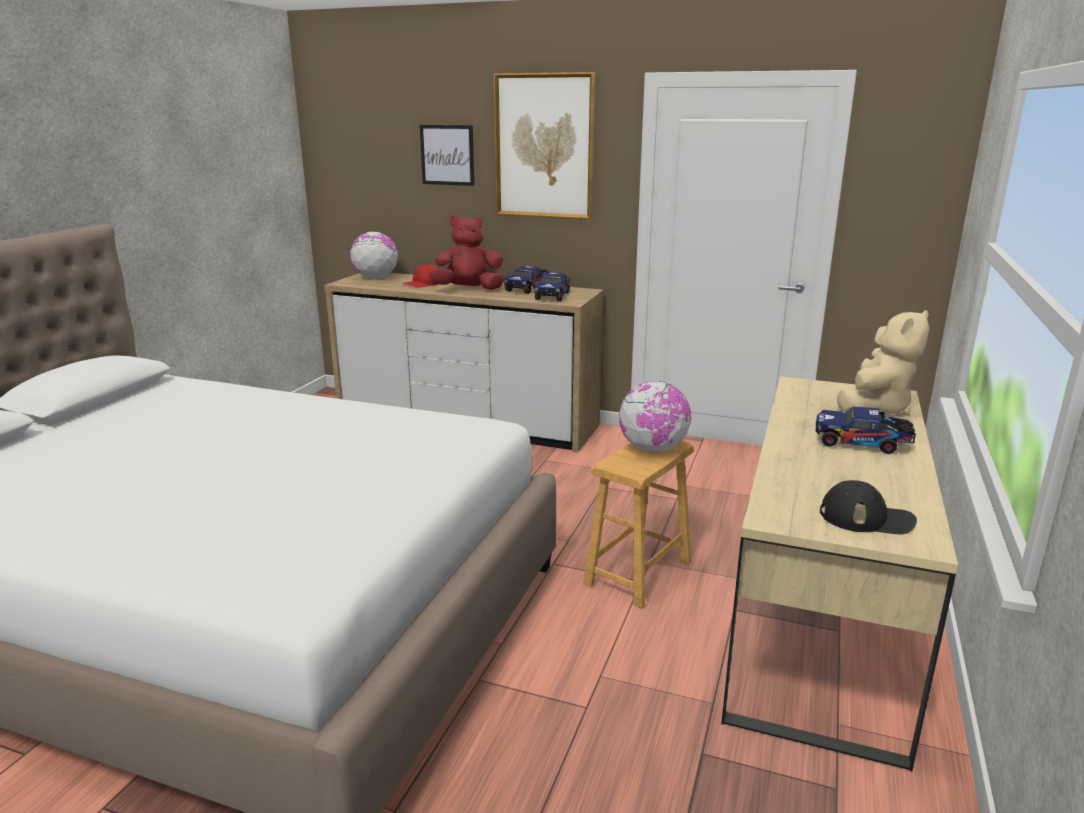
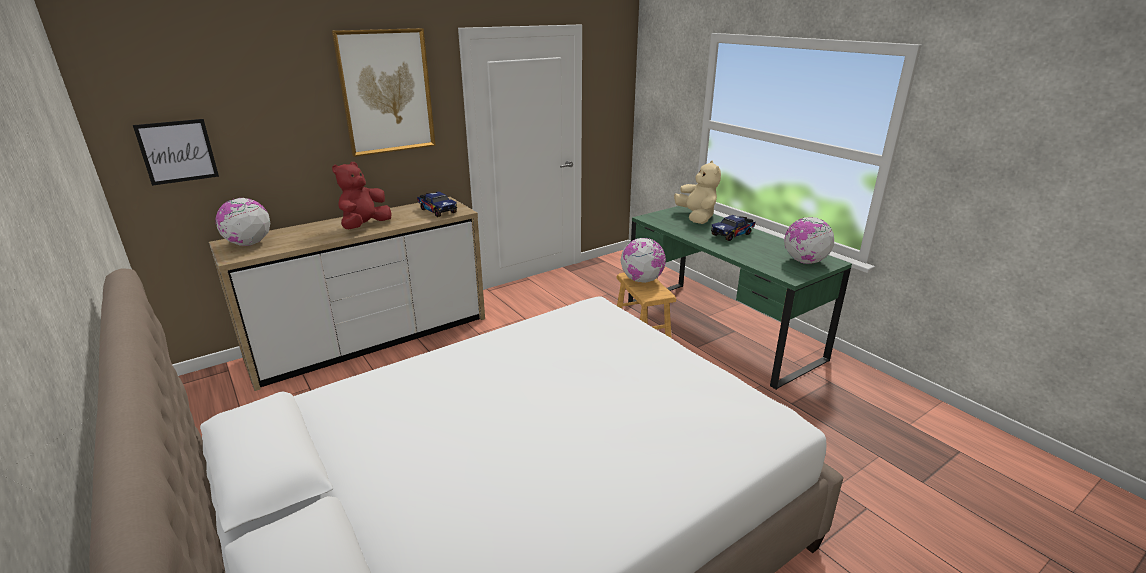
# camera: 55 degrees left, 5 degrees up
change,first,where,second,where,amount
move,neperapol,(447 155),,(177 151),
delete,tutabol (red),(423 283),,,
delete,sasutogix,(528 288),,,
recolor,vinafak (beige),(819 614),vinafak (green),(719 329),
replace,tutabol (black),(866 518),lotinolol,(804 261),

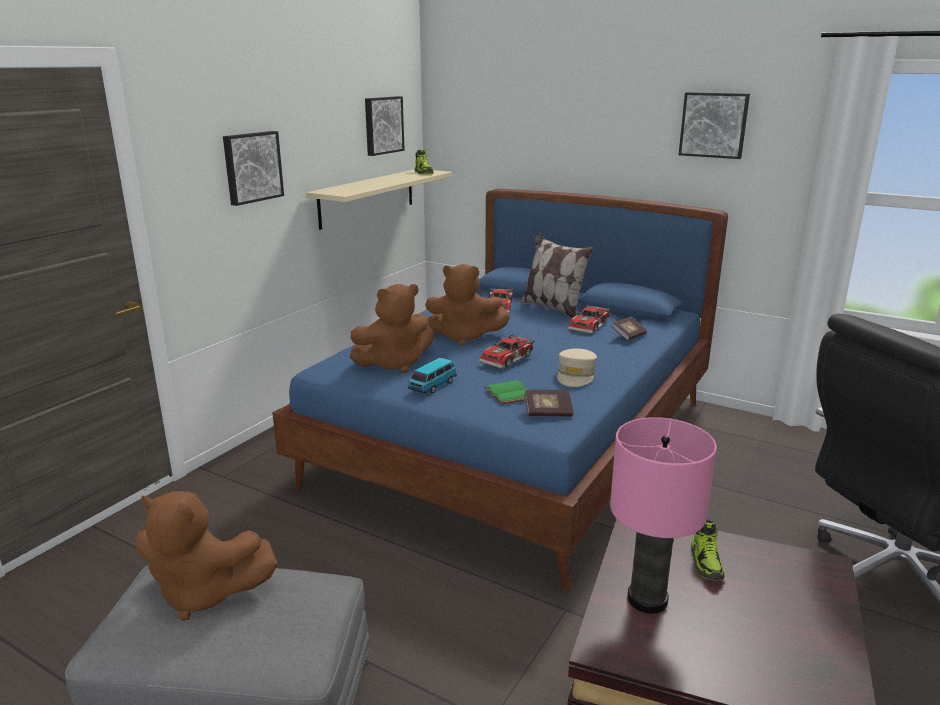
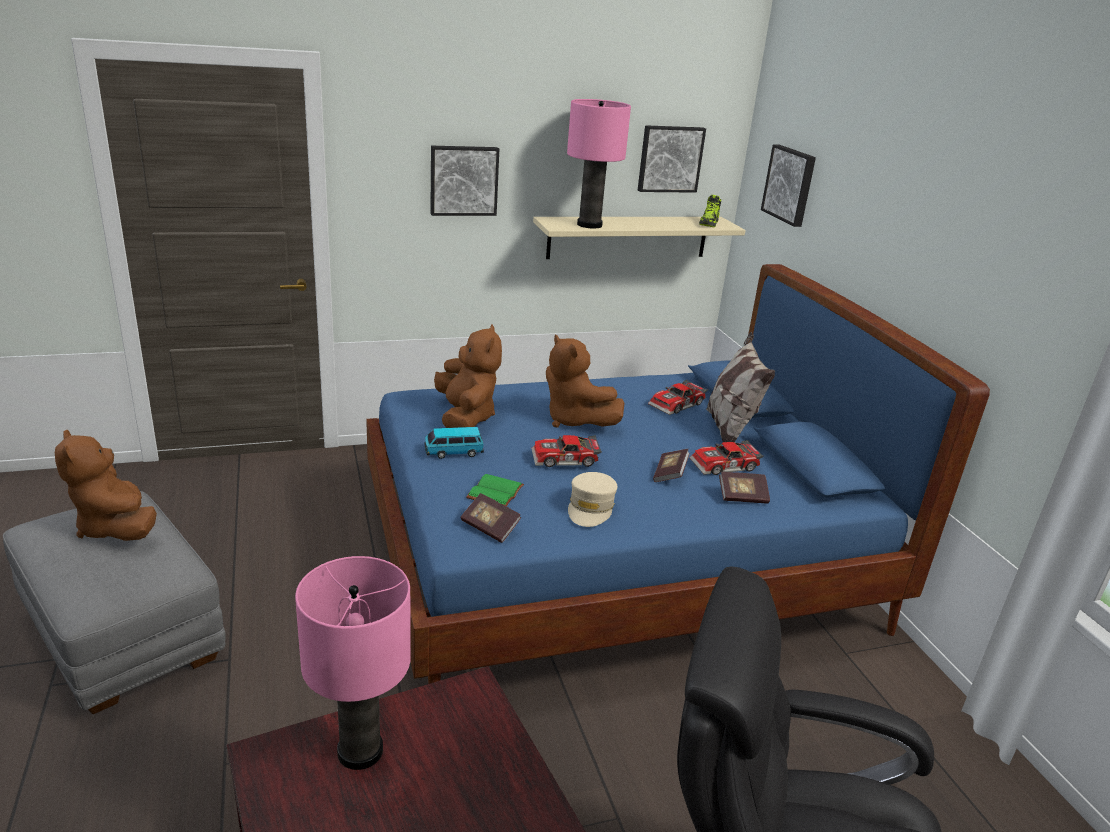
# camera: 40 degrees right, 5 degrees up
change,first,where,second,where,amount
move,neperapol,(714 125),,(790 185),
rotate,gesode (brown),(394 364),,(465 417),120 degrees counterclockwise
rotate,tutabol (beige),(576 375),,(591 508),45 degrees counterclockwise
delete,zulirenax,(706 563),,,
insert,,,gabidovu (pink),(590 225),
insert,,,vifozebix,(670 474),

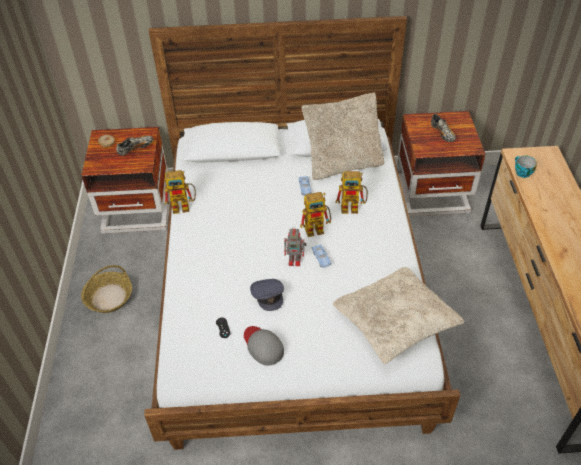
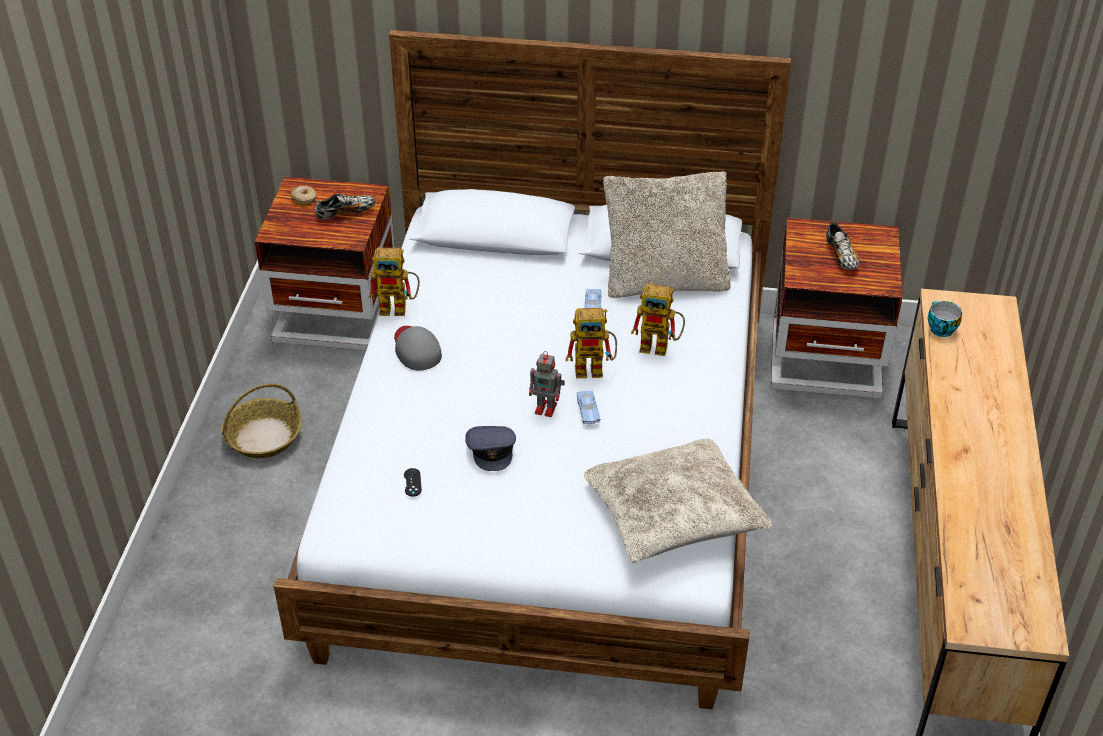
# camera: 10 degrees right, 5 degrees down
change,first,where,second,where,amount
move,tutabol (grey),(263 346),,(416 349),

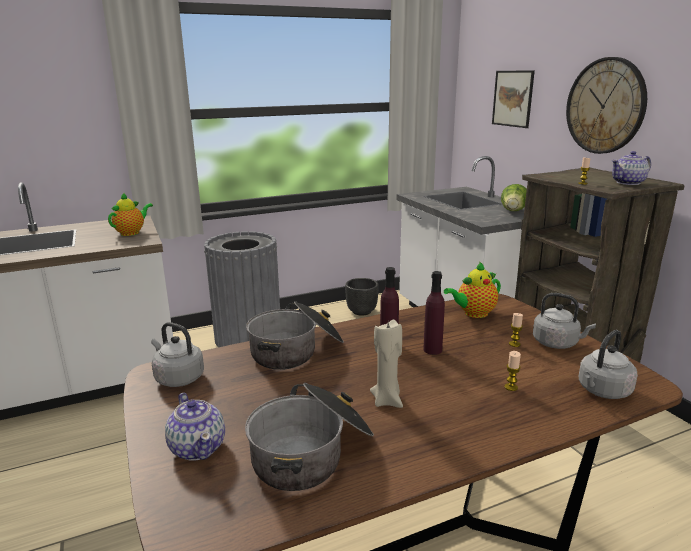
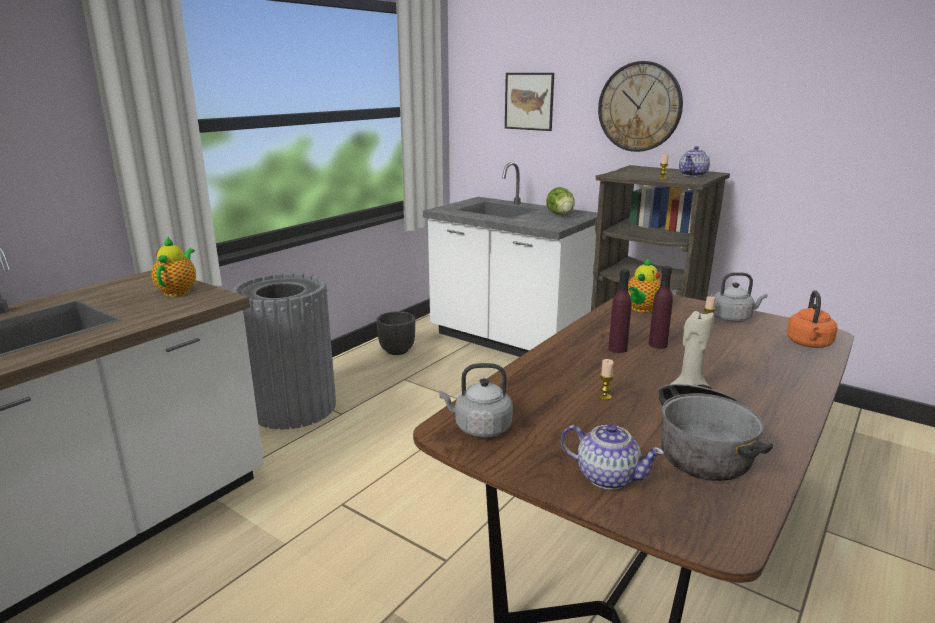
# camera: 30 degrees left, 0 degrees up
change,first,where,second,where,amount
delete,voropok,(296 351),,,
recolor,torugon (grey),(602 391),torugon (orange),(809 344),
move,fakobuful,(511 387),,(604 397),

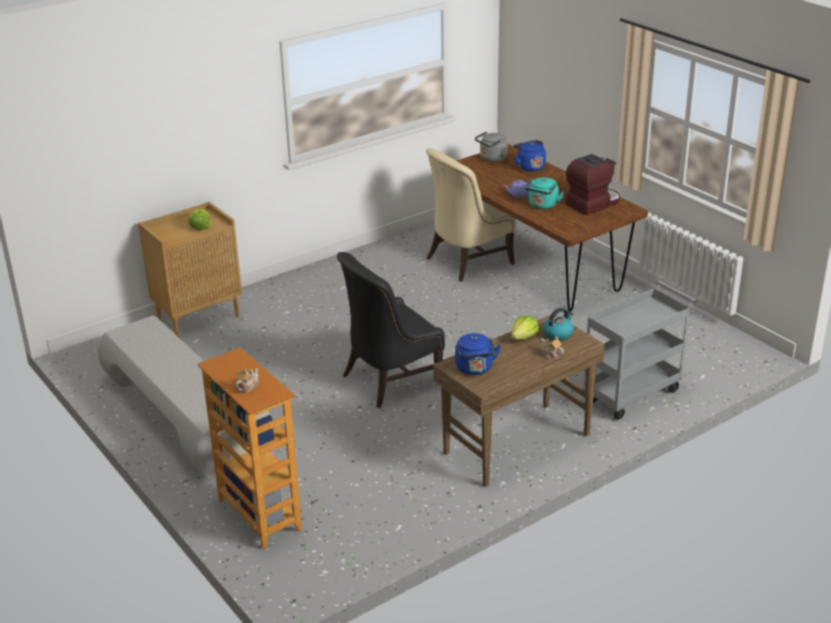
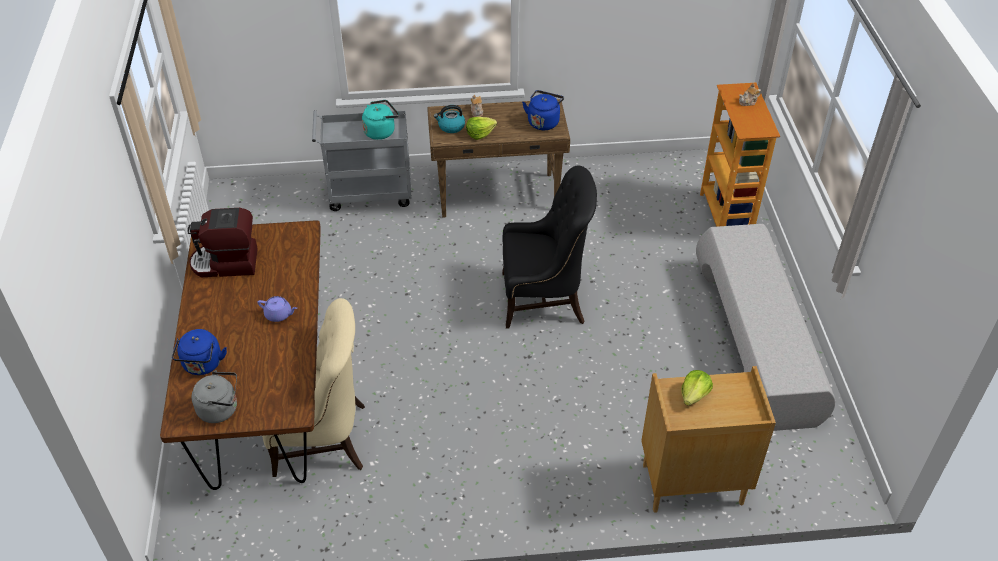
# camera: 150 degrees left, 15 degrees up
change,first,where,second,where,amount
move,torugon (turquoise),(542 206),,(381 131),

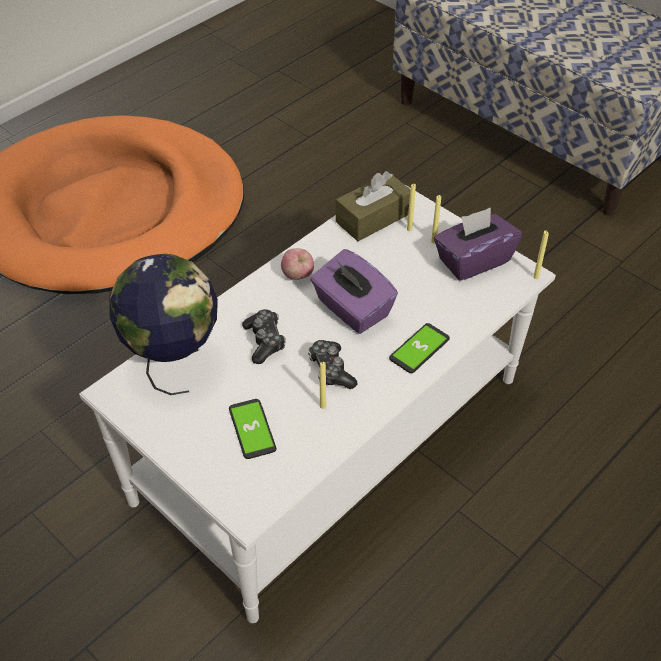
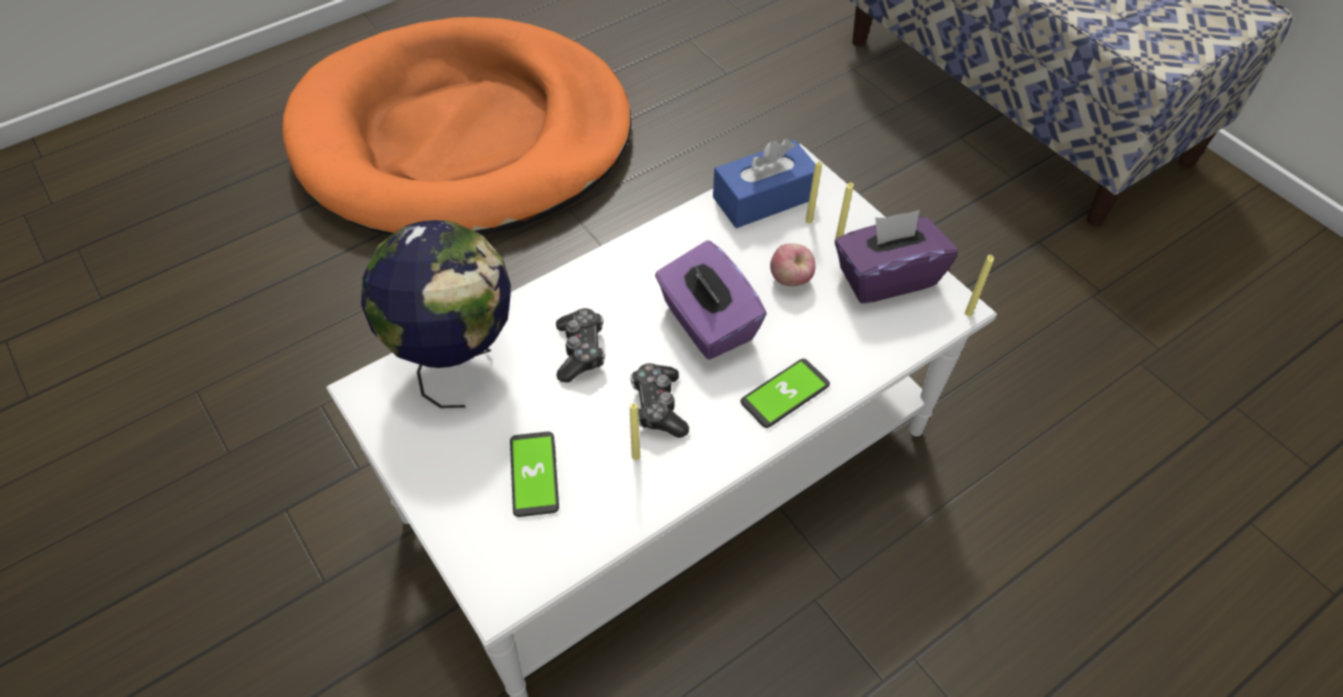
# camera: 10 degrees right, 5 degrees up
change,first,where,second,where,amount
recolor,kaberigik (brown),(373 218),kaberigik (blue),(764 198),
move,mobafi,(297 276),,(790 280),

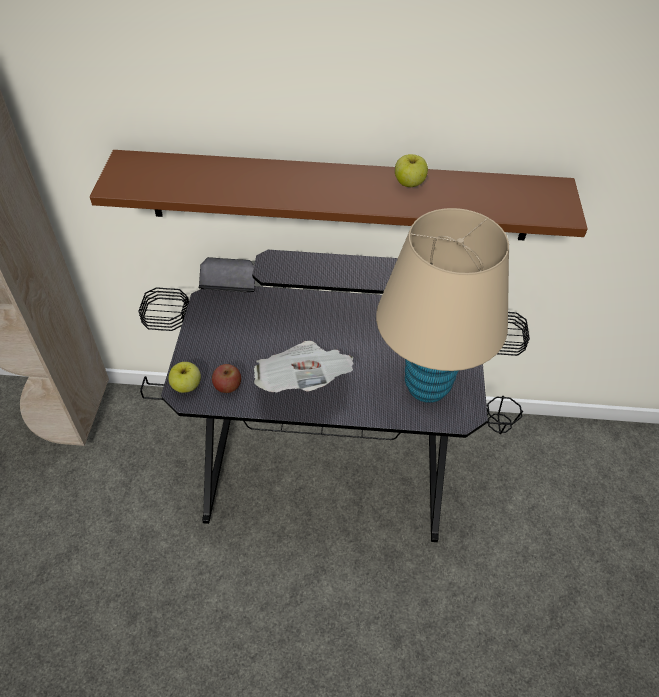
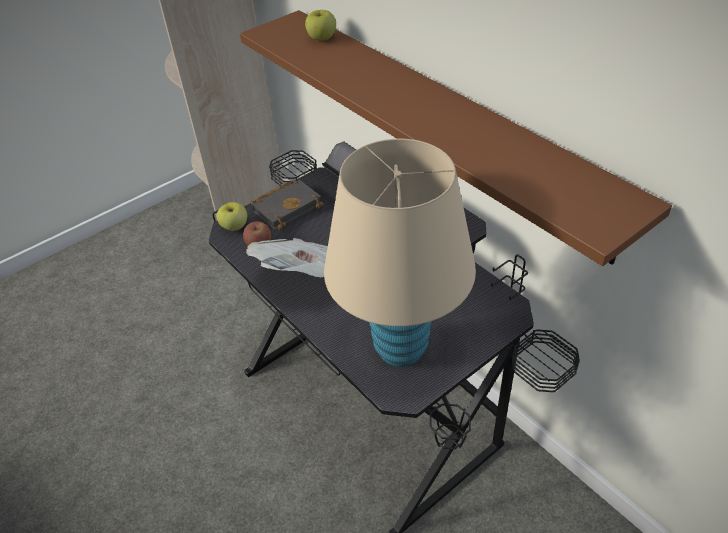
# camera: 50 degrees right, 5 degrees down
change,first,where,second,where,amount
move,mobafi,(409 183),,(322 38),
insert,,,vifozebix (black),(287 206),

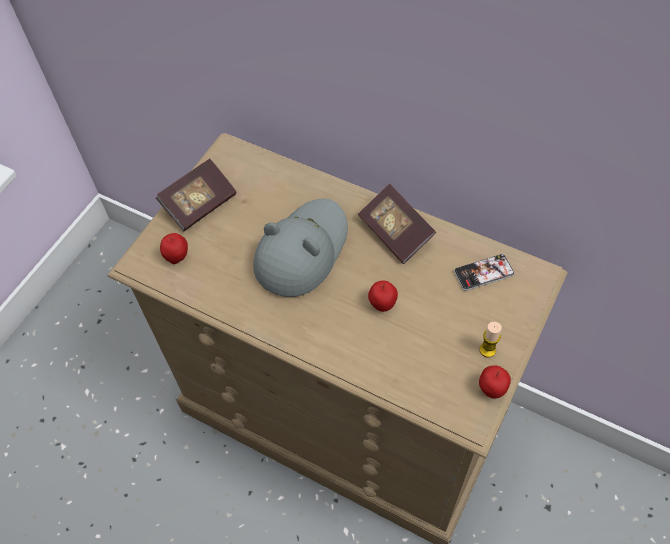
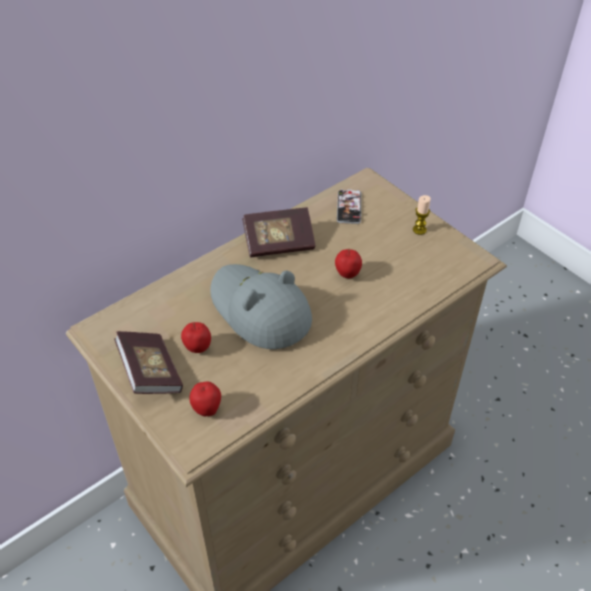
# camera: 70 degrees left, 10 degrees down
change,first,where,second,where,amount
move,mobafi,(491 390),,(198 349),

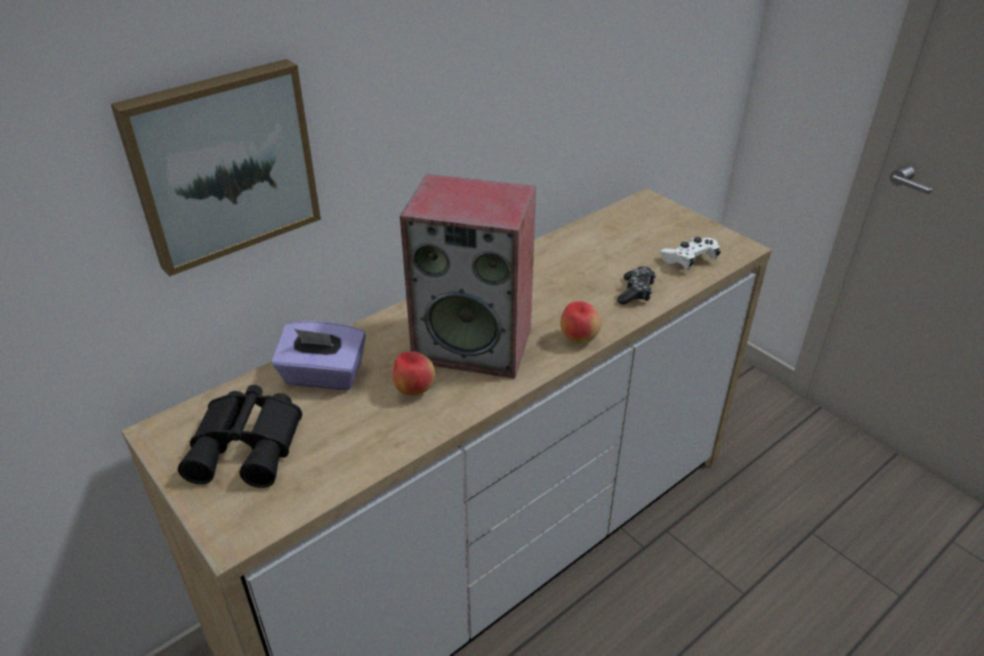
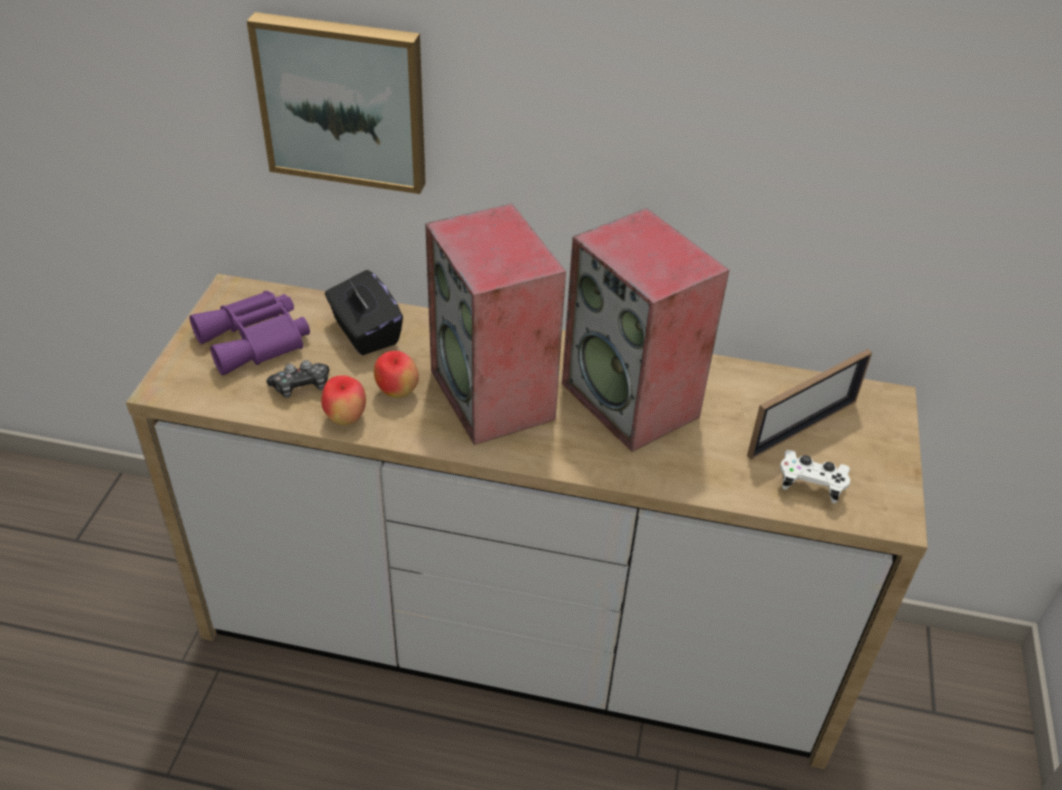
# camera: 50 degrees right, 5 degrees up
change,first,where,second,where,amount
move,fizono,(636 292),,(301 386),
move,mobafi,(579 339),,(346 418),
recolor,kaberigik (purple),(323 376),kaberigik (black),(365 332),
recolor,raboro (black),(249 445),raboro (purple),(256 341),
insert,,,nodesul,(632 400),
insert,,,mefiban,(802 428),

